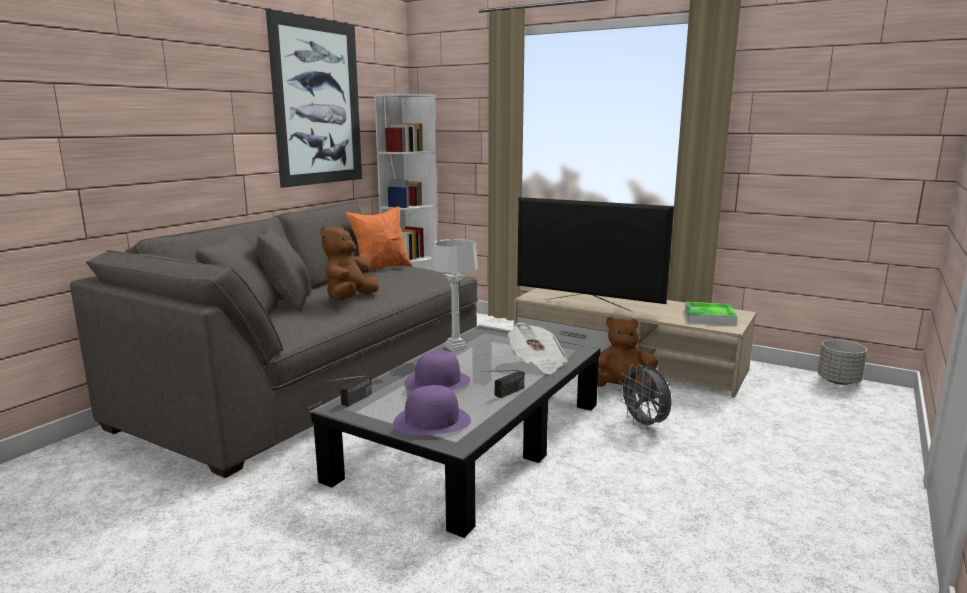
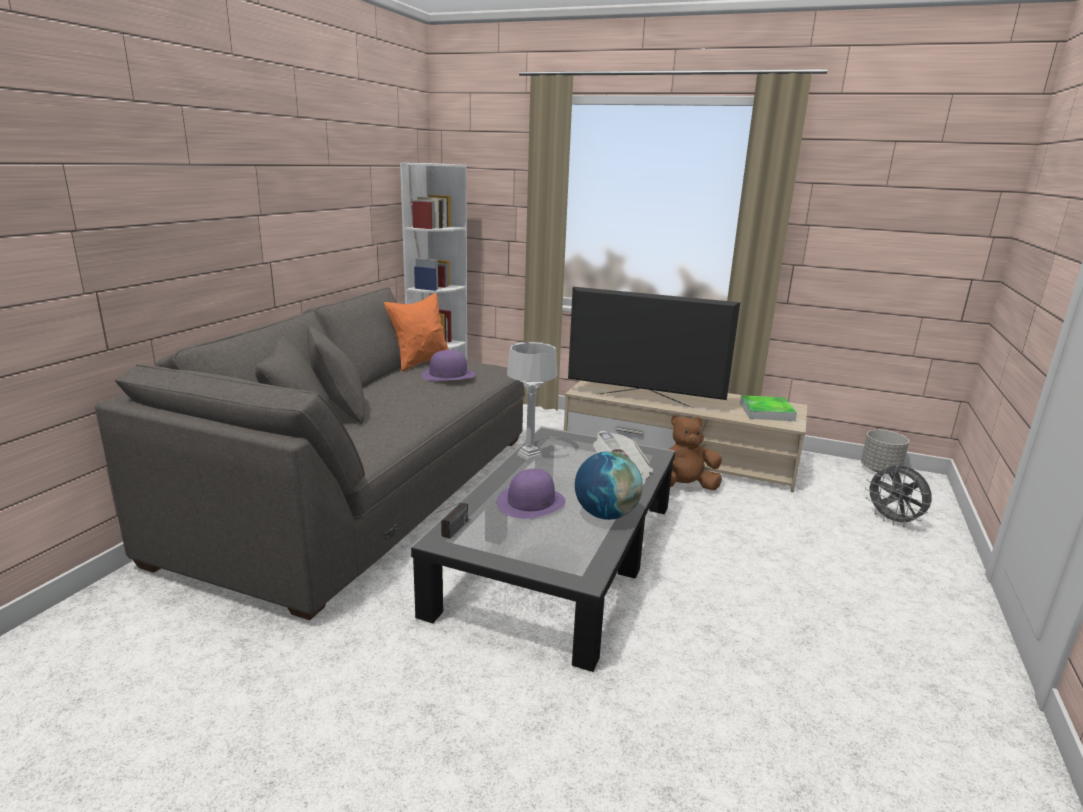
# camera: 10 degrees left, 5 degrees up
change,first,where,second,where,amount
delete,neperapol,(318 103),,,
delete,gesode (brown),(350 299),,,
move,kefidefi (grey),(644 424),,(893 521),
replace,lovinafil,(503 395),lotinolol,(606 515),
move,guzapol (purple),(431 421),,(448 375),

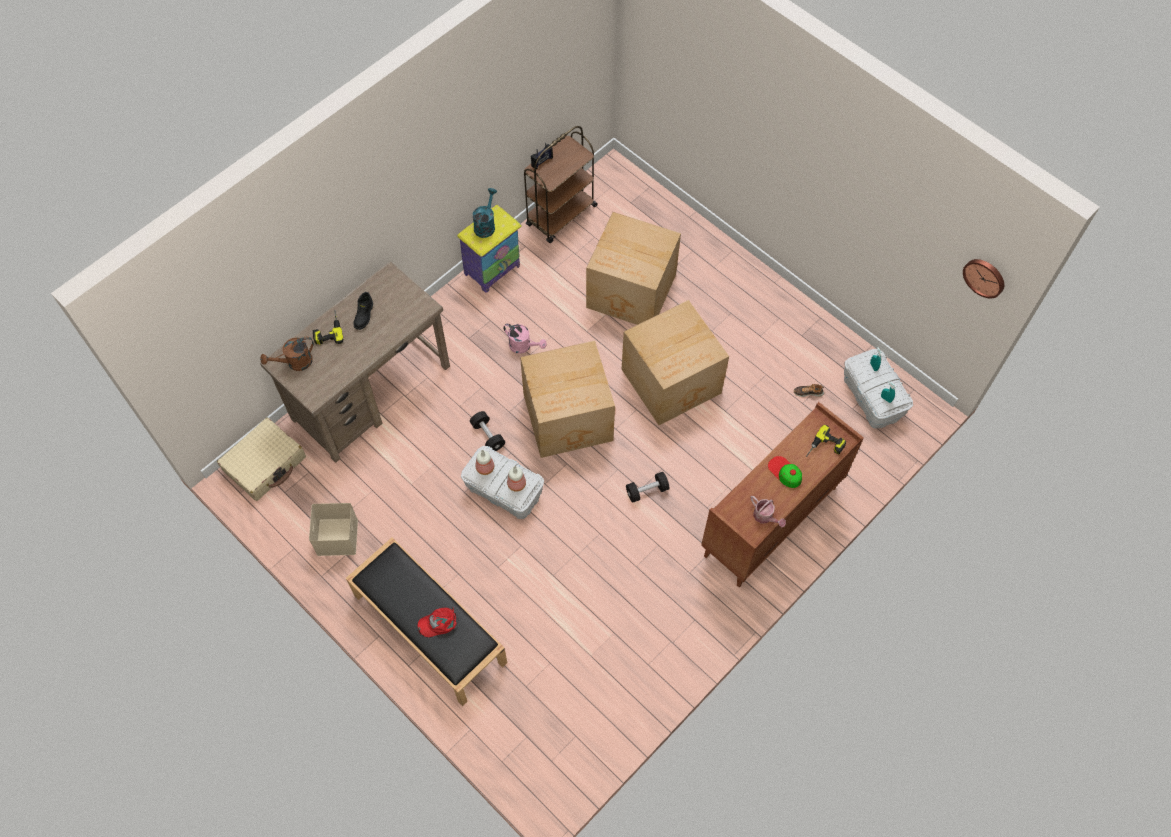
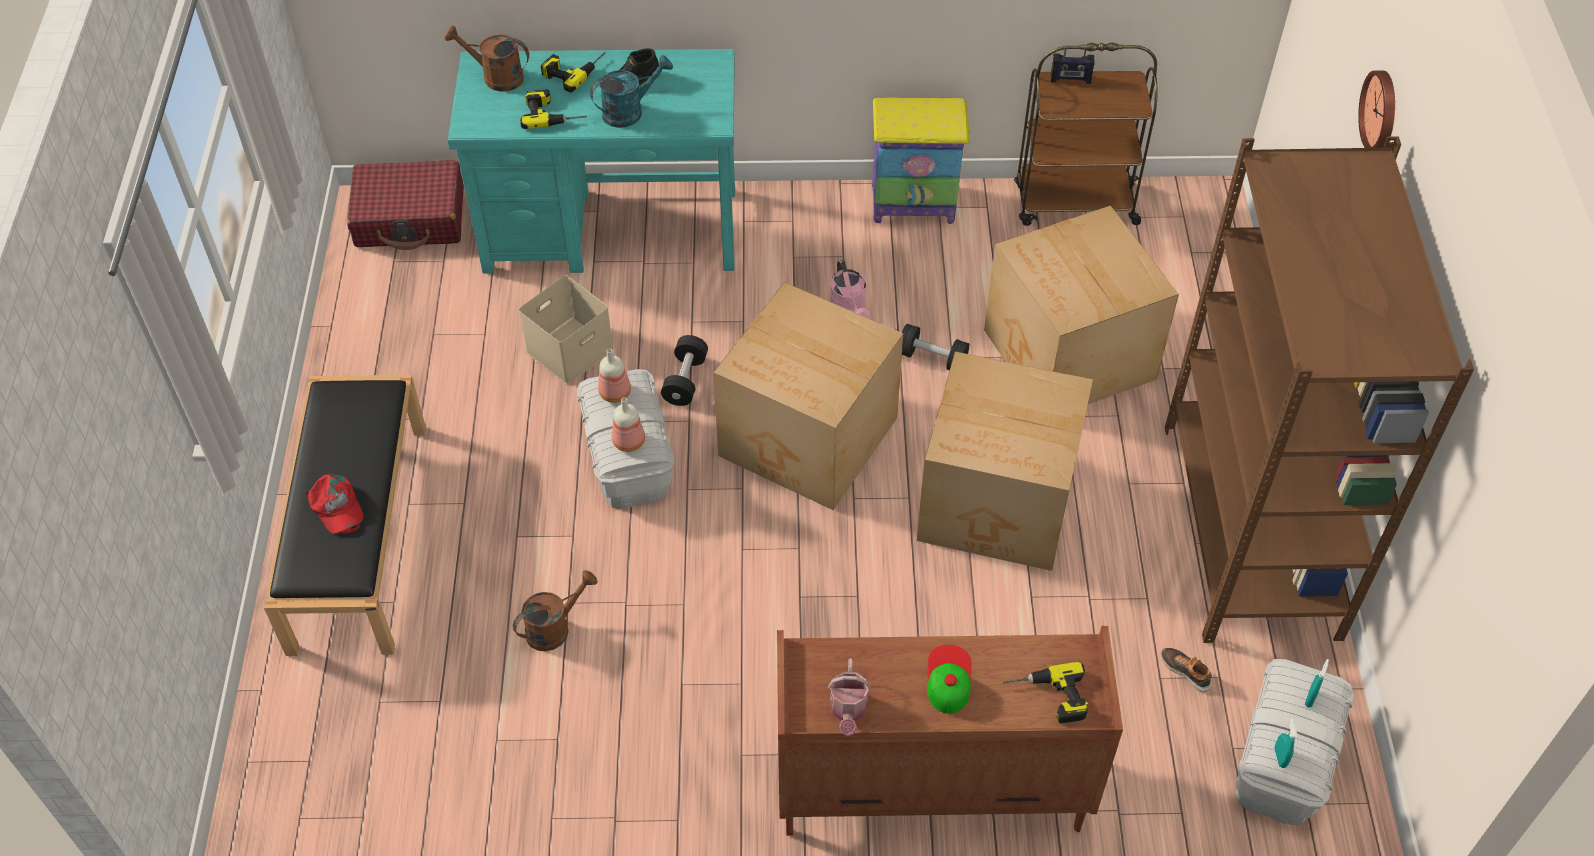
# camera: 45 degrees right, 10 degrees down
change,first,where,second,where,amount
move,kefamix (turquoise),(485 224),,(629 111),
move,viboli,(985 277),,(1381 110),
recolor,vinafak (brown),(370 391),vinafak (turquoise),(611 229),
recolor,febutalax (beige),(265 464),febutalax (red),(410 217),
move,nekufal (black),(647 491),,(932 358),
move,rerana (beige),(336 536),,(570 348),
rotate,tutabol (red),(438 623),,(336 507),150 degrees counterclockwise
insert,,,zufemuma,(553 113),
insert,,,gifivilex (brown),(1250 529),
insert,,,kefamix (brown),(555 627),

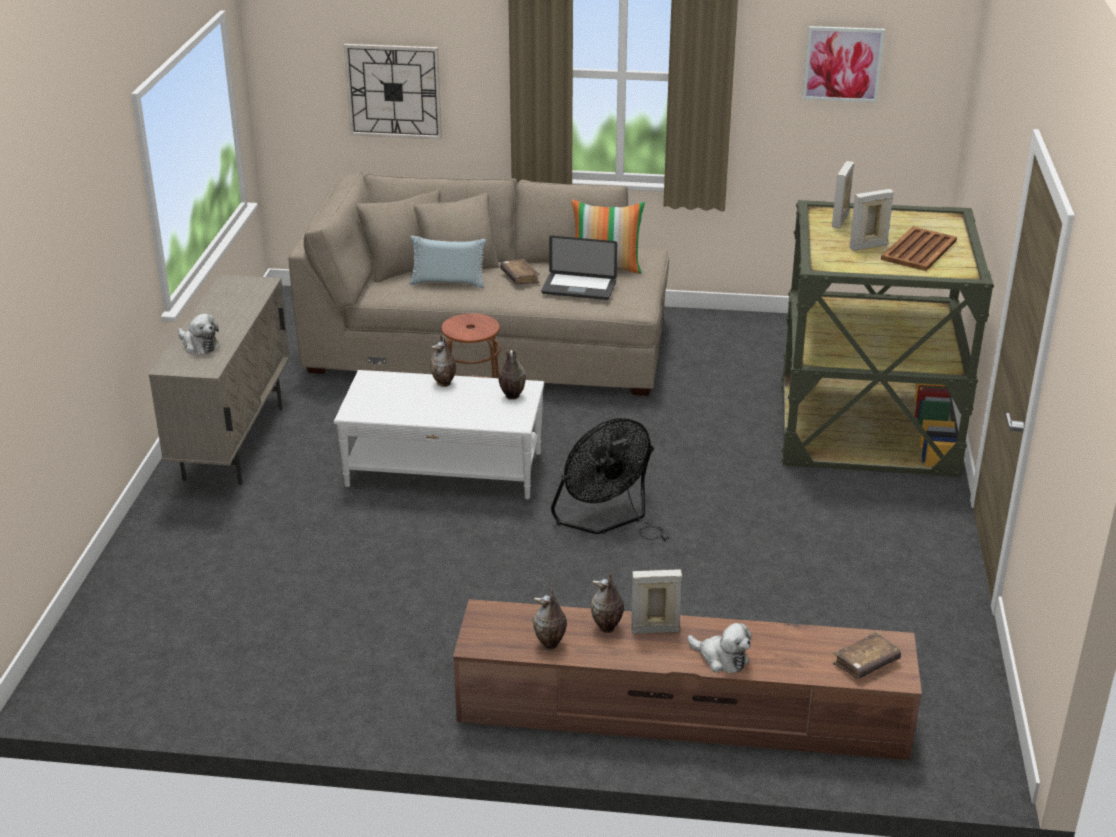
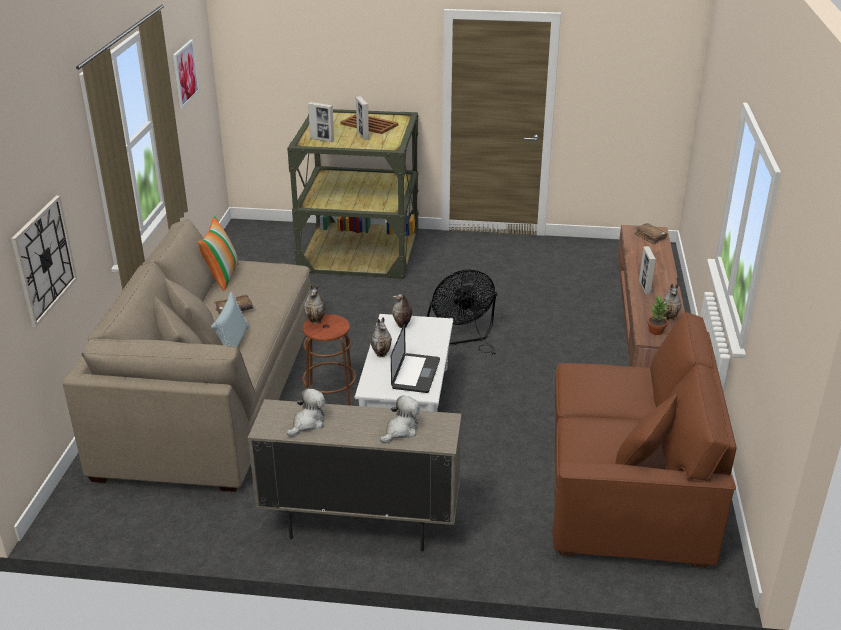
# camera: 90 degrees left, 0 degrees up
change,first,where,second,where,amount
move,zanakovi,(578 288),,(416 374),
rotate,kefidefi (black),(615 518),,(467 337),105 degrees clockwise
move,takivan,(607 628),,(316 321),
move,gesode,(721 658),,(308 423),
insert,,,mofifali,(655 331),
insert,,,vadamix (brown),(627 489),

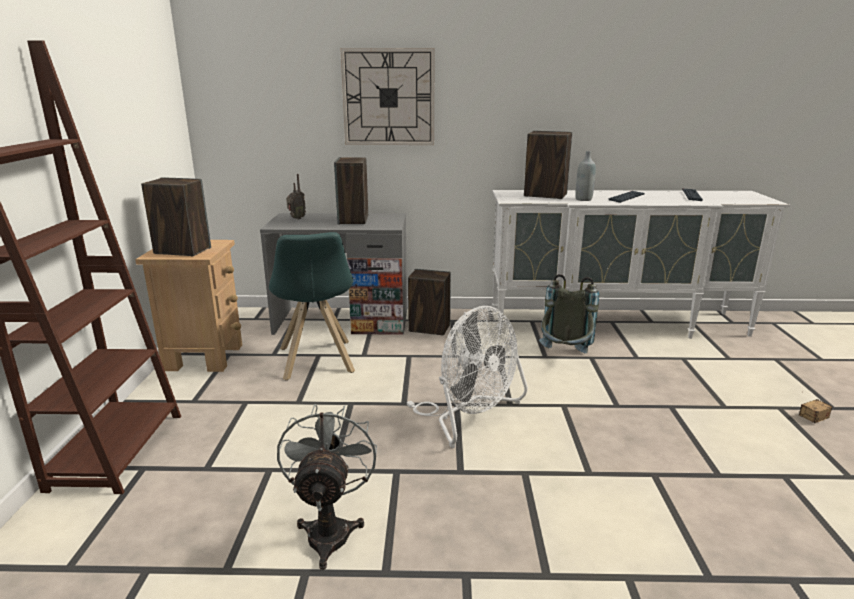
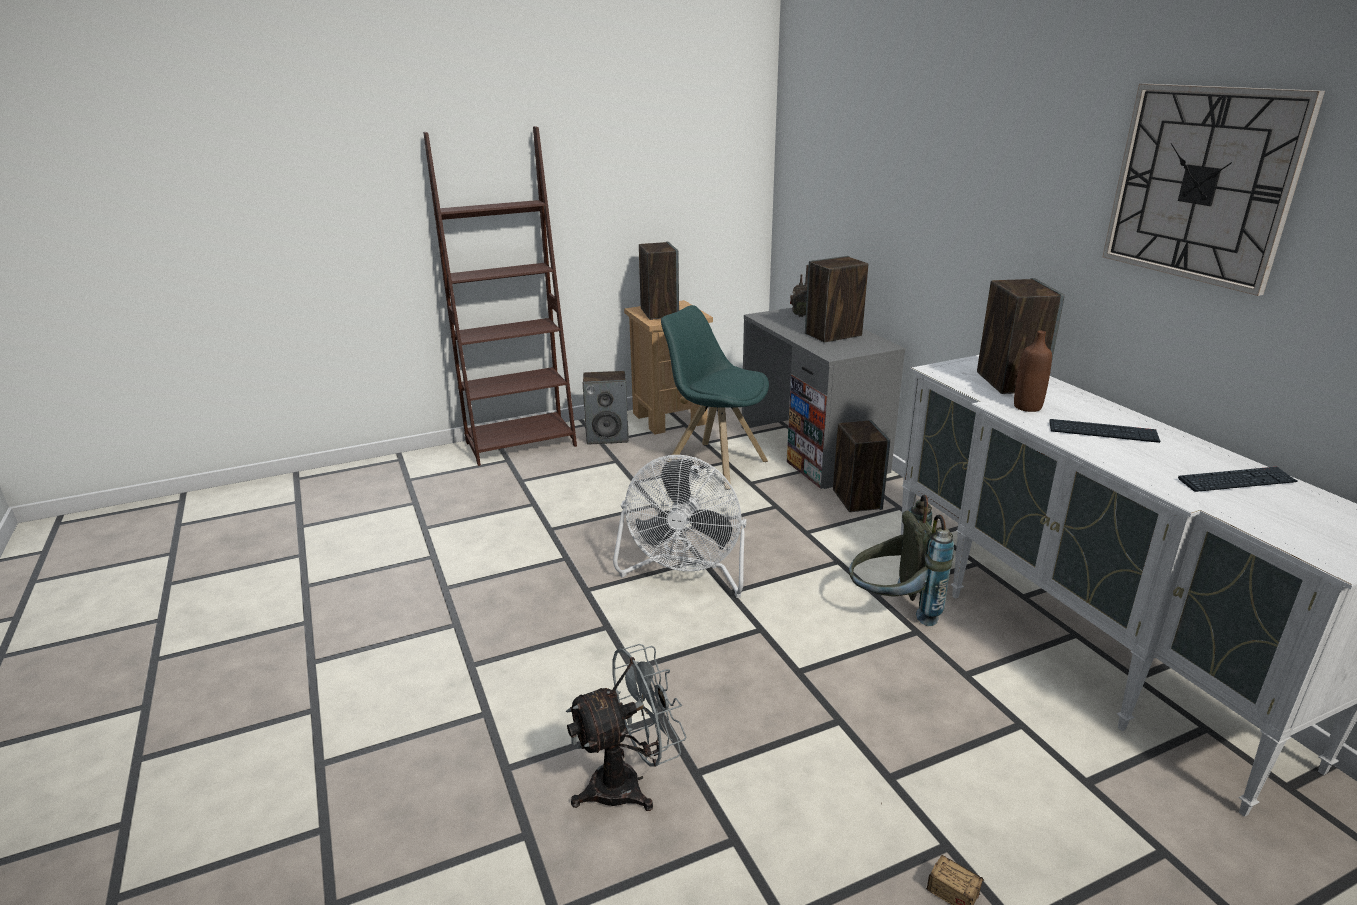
# camera: 65 degrees right, 5 degrees up
change,first,where,second,where,amount
move,viboli,(388 97),,(1201 184),
recolor,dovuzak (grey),(583 199),dovuzak (brown),(1027 407),
rotate,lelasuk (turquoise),(317 360),,(715 464),75 degrees clockwise
move,kefidefi (grey),(330 529),,(628 783),
insert,,,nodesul,(607 437),

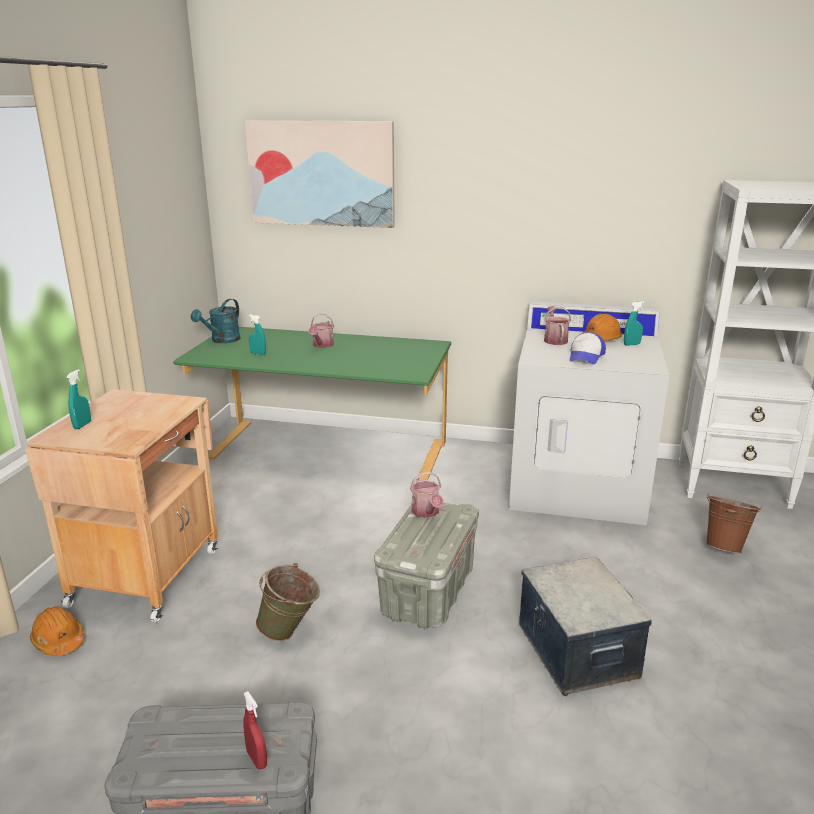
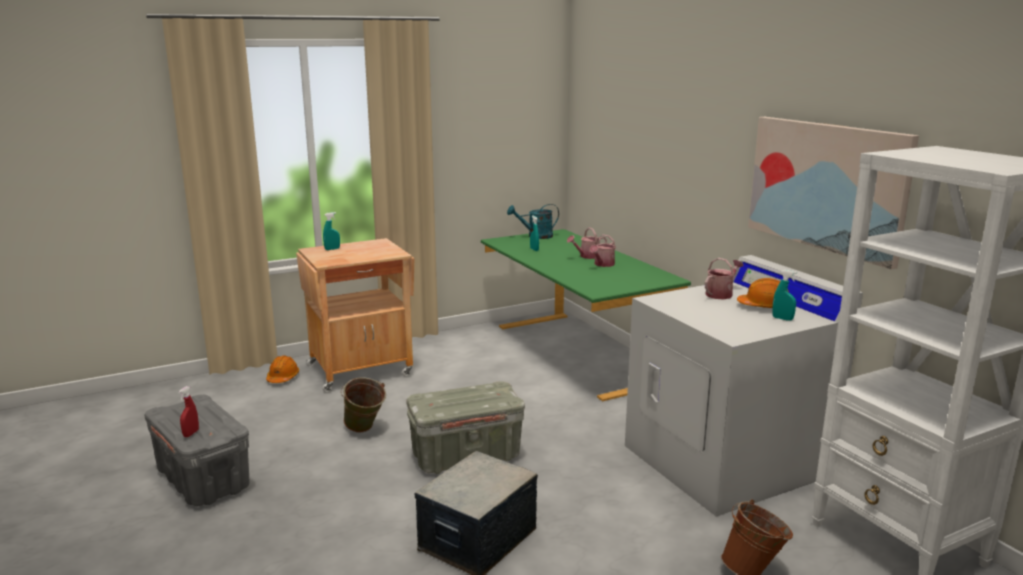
# camera: 50 degrees right, 5 degrees down
change,first,where,second,where,amount
move,neperapol,(321 173),,(826 186),
delete,tutabol,(586 357),,,
move,kefamix,(427 512),,(603 264),

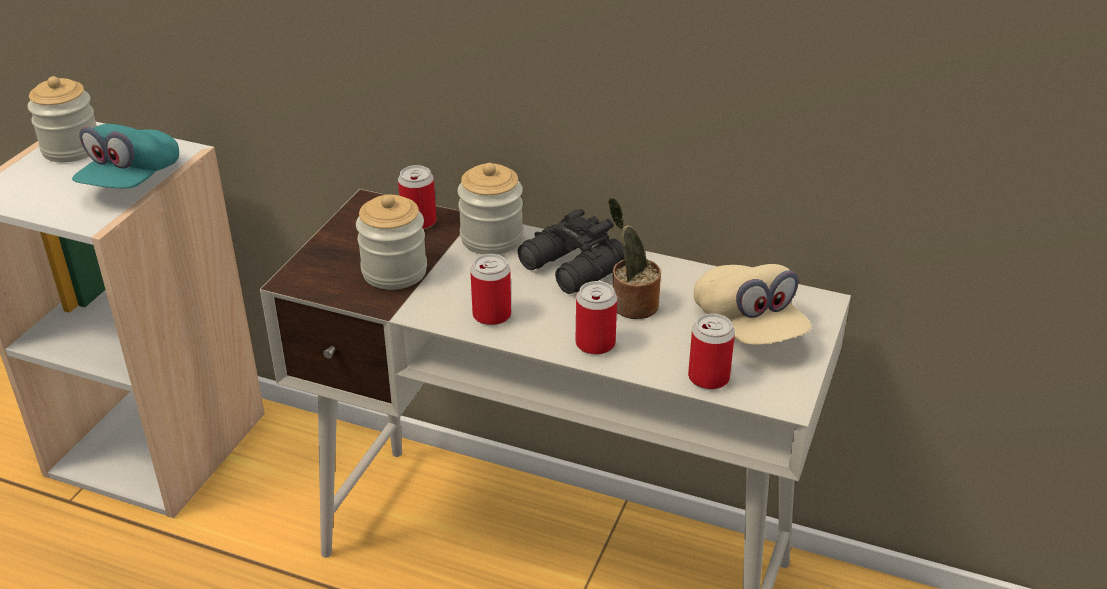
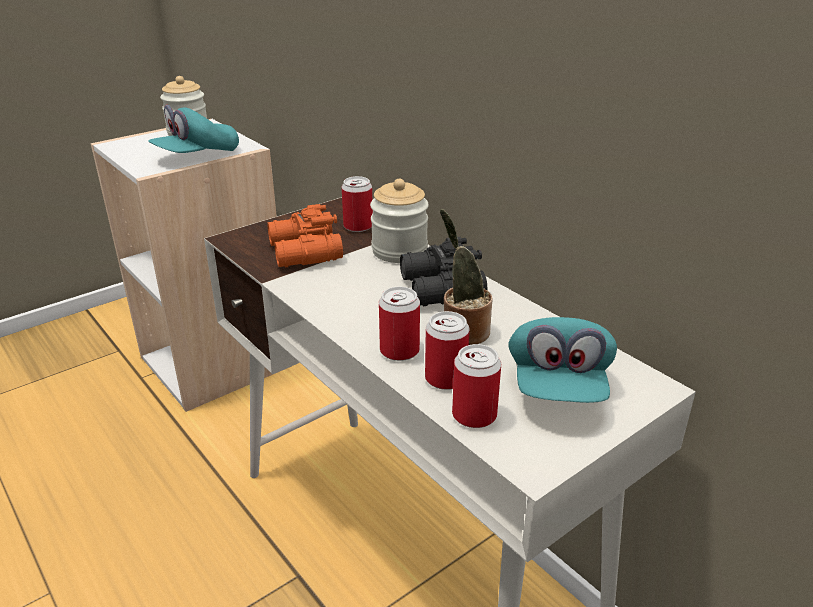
# camera: 30 degrees right, 5 degrees down
change,first,where,second,where,amount
replace,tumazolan,(394 272),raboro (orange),(303 253),
move,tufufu,(492 315),,(445 378),
recolor,tutabol (beige),(749 327),tutabol (turquoise),(557 384),

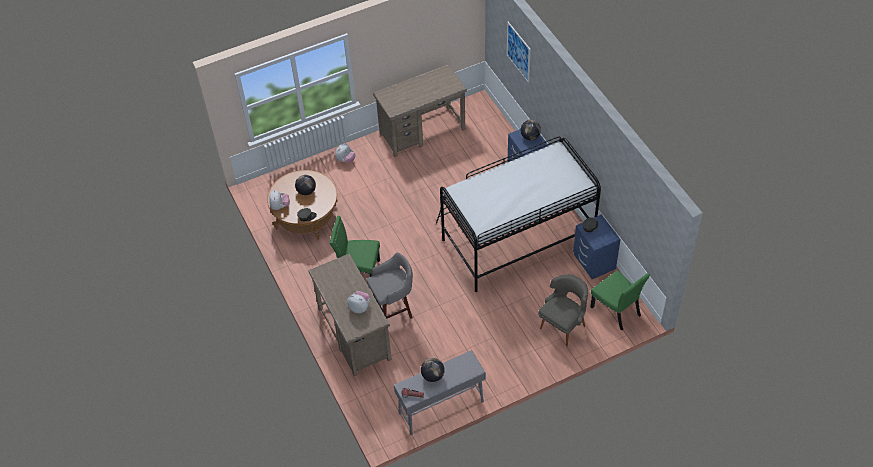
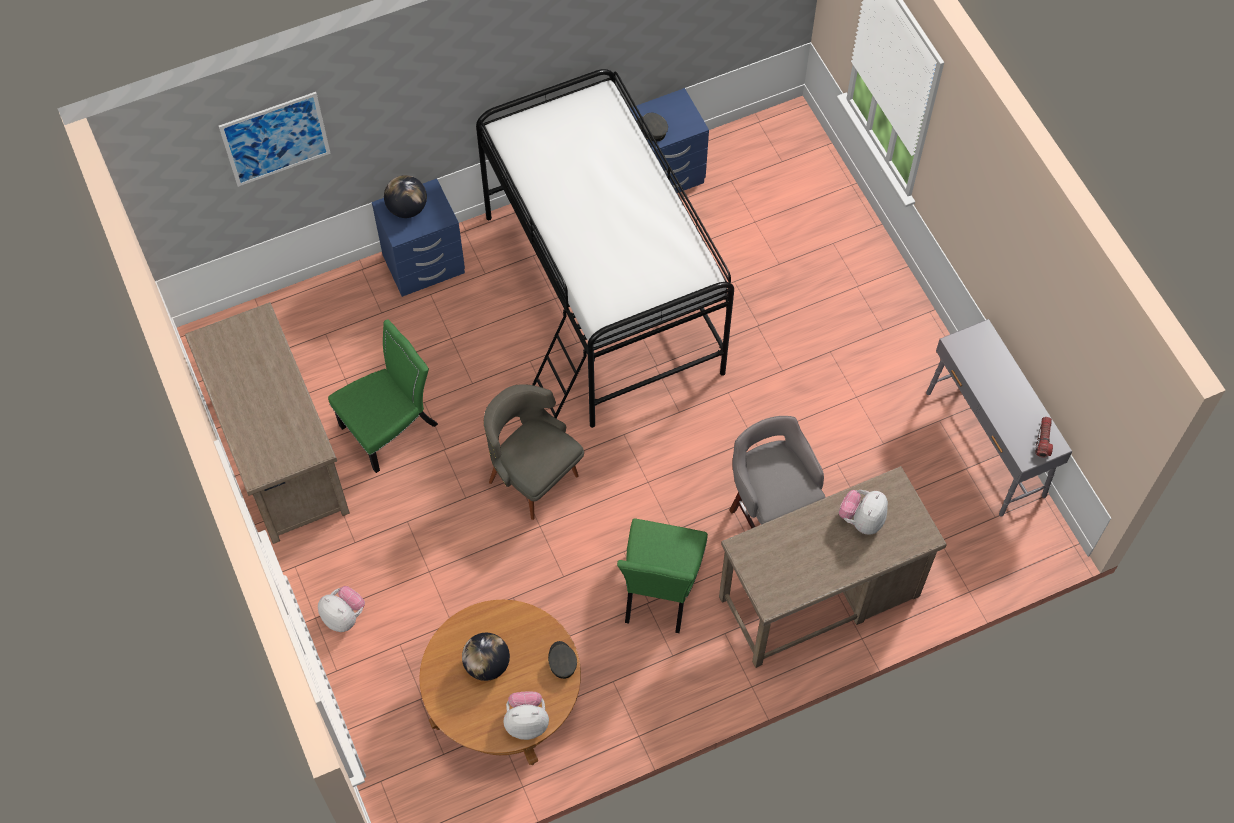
# camera: 90 degrees left, 10 degrees up
change,first,where,second,where,amount
move,lelasuk (green),(615 309),,(388 429),
move,lelasuk (grey),(562 327),,(534 479),
delete,lotinolol,(433 376),,,

